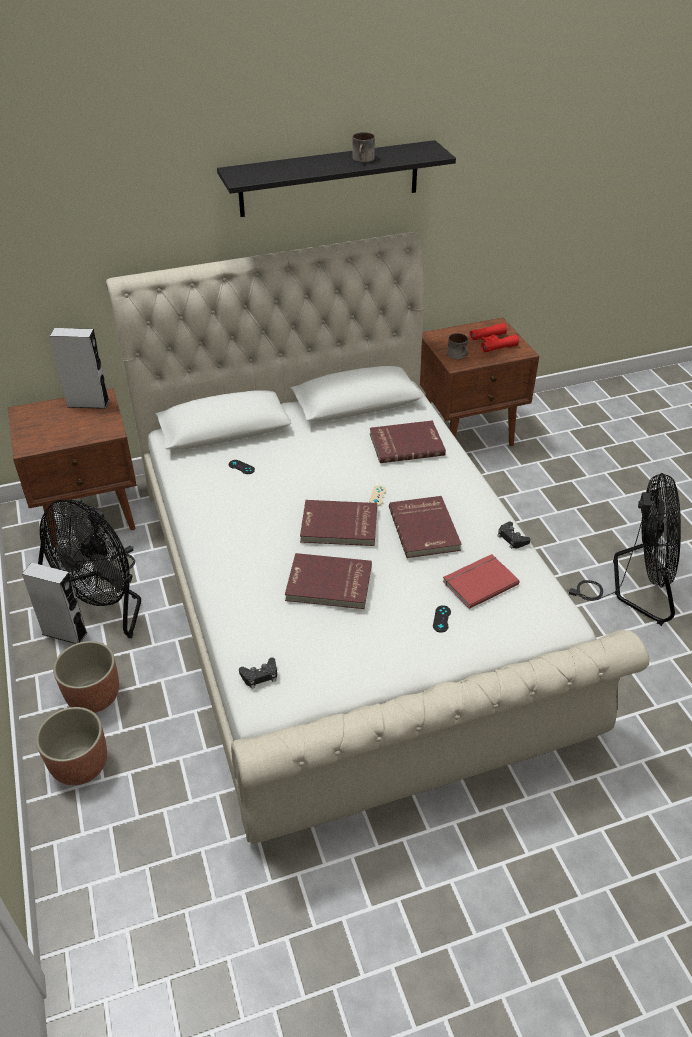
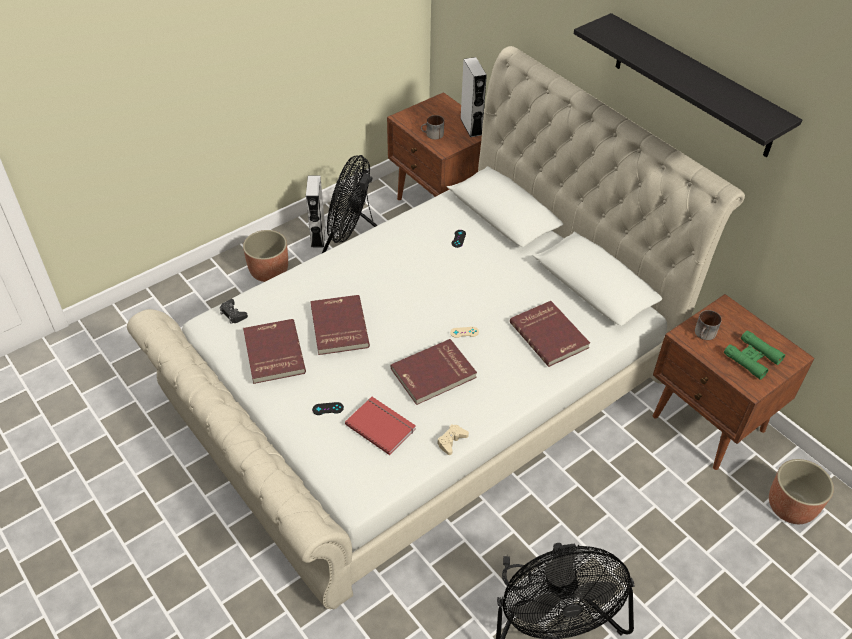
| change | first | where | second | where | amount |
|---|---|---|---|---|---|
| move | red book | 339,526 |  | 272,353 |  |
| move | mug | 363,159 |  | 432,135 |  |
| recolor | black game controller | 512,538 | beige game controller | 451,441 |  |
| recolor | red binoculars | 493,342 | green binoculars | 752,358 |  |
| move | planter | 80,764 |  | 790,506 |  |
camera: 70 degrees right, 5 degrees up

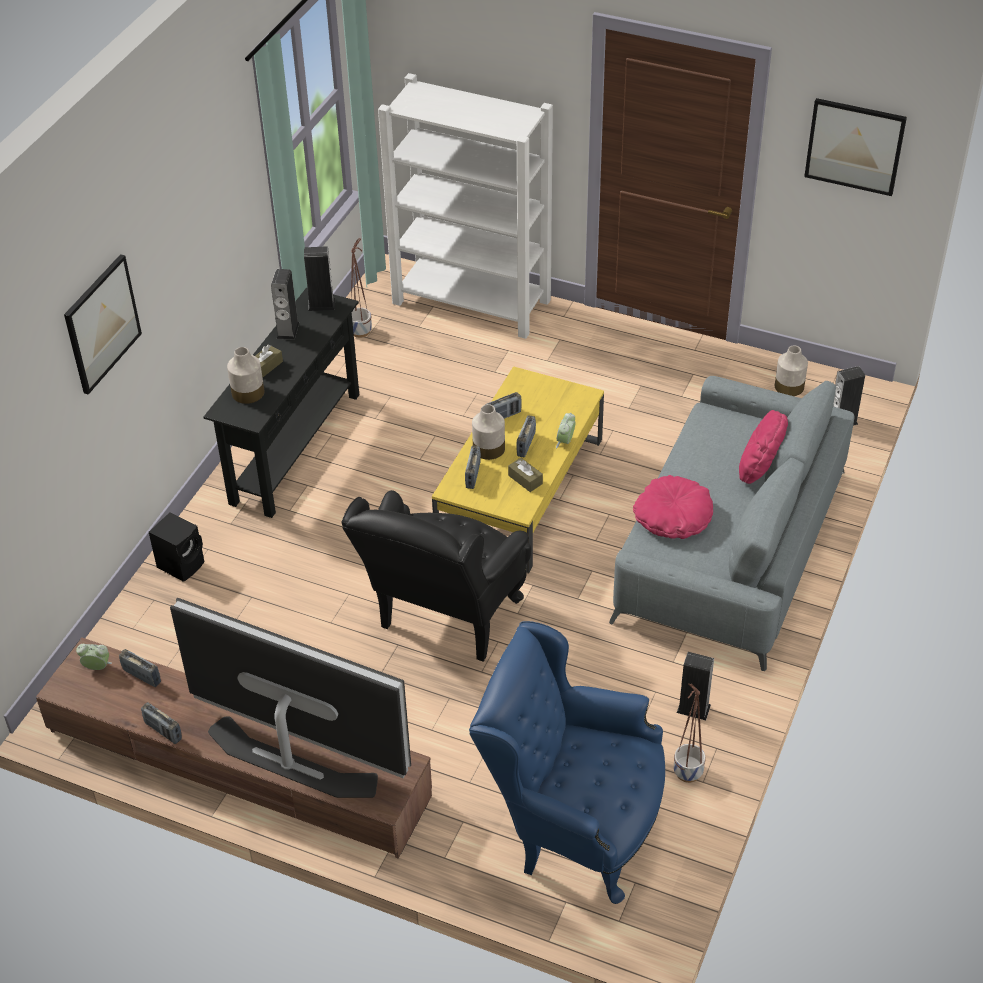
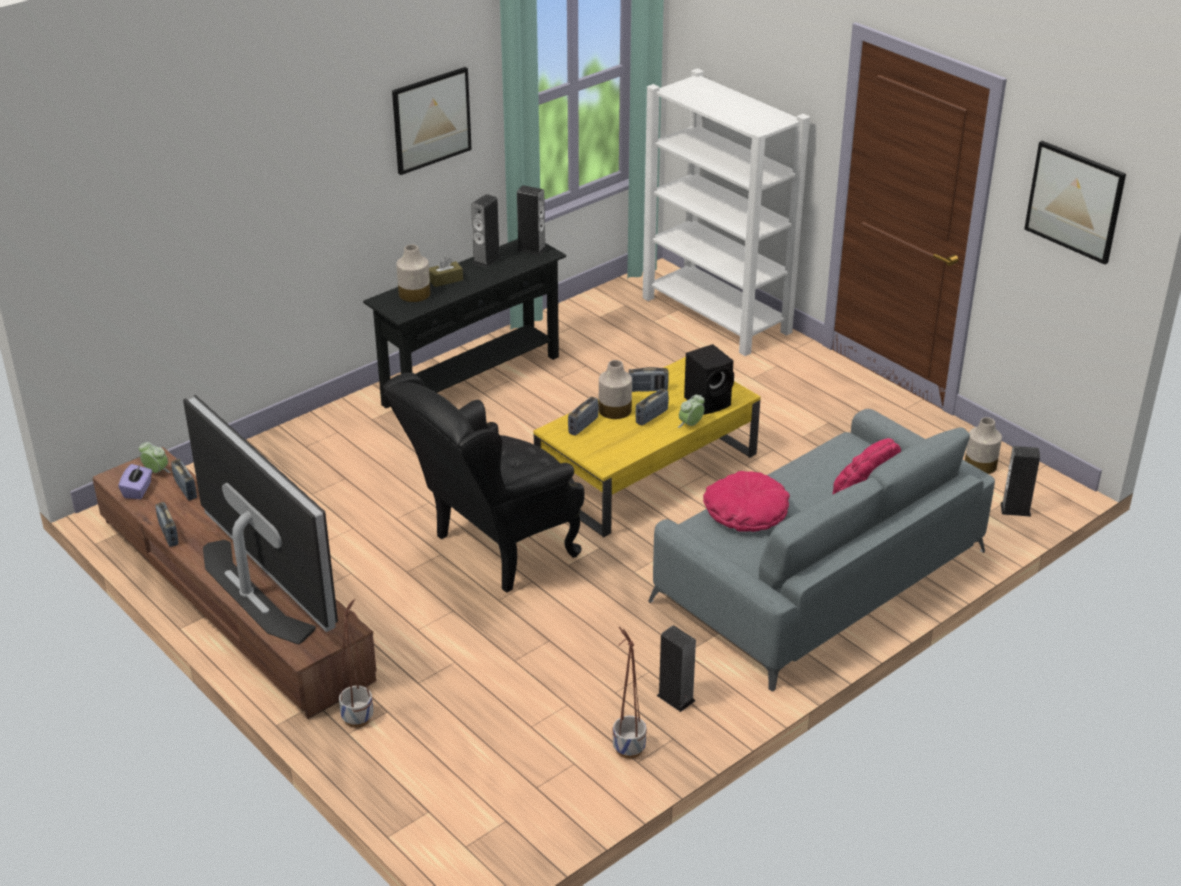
| change | first | where | second | where | amount |
|---|---|---|---|---|---|
| insert |  |  | purple tissue box | 138,490 |  |
| move | planter | 360,331 |  | 358,717 |  |
| move | picture | 102,323 |  | 431,120 |  |
| move | black speaker | 182,564 |  | 709,401 |  |
| delete | blue armchair | 574,831 |  |  |  |
| delete | brown tissue box | 525,479 |  |  |  |
camera: 25 degrees right, 10 degrees down

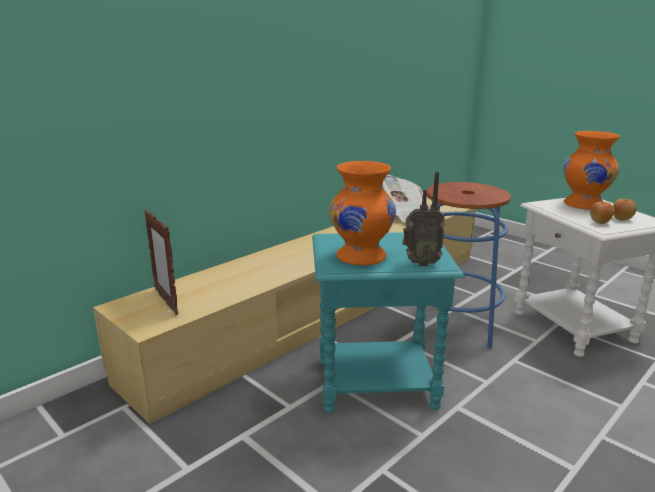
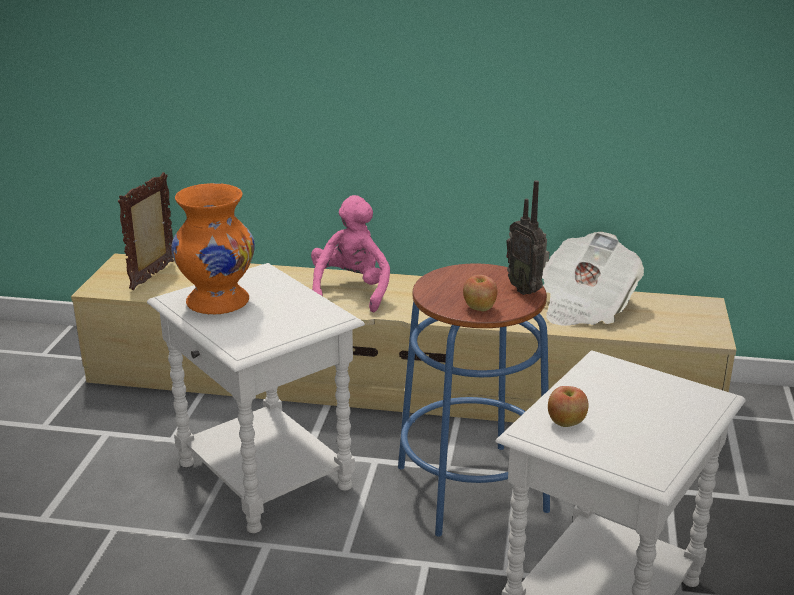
| change | first | where | second | where | amount |
|---|---|---|---|---|---|
| recolor | turquoise side table | 376,381 | white side table | 267,473 |  |
| insert |  |  | pink plush toy | 351,291 |  |
| move | apple | 622,219 |  | 479,308 |  |
| move | radio | 420,263 |  | 526,289 |  |
| delete | orange vase | 584,205 |  |  |  |
camera: 55 degrees right, 5 degrees up

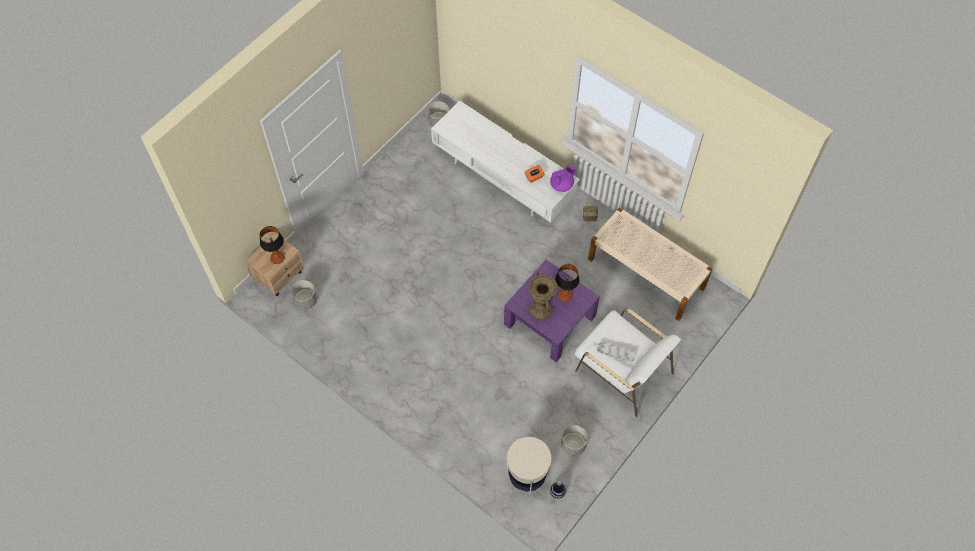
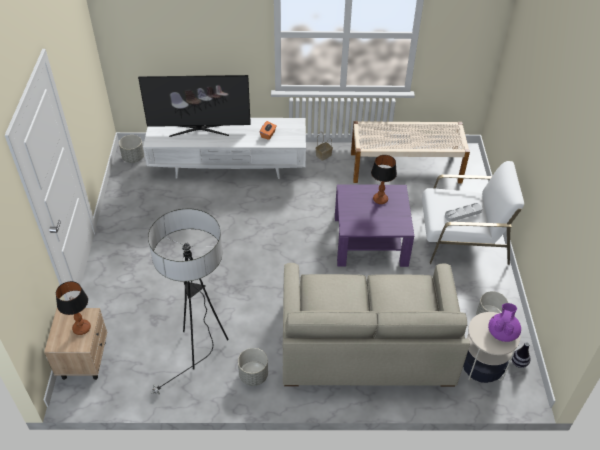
| change | first | where | second | where | amount |
|---|---|---|---|---|---|
| insert |  |  | television | 199,130 |  |
| insert |  |  | floor lamp | 200,351 |  |
| move | grey planter | 305,300 |  | 253,375 |  |
| insert |  |  | beige sofa | 365,344 |  |
| move | purple teapot | 562,185 |  | 502,333 |  |
| delete | brown vase | 540,309 |  |  |  |
camera: 40 degrees left, 15 degrees down

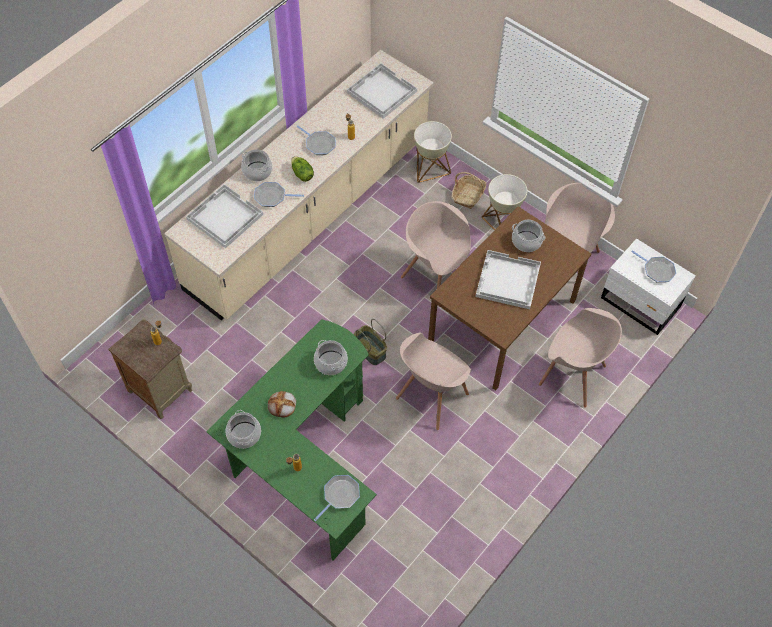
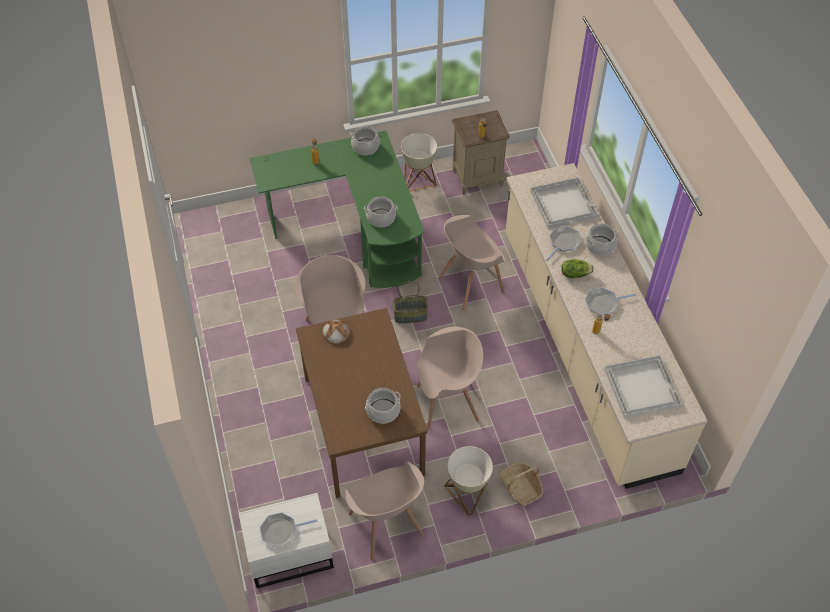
| change | first | where | second | where | amount |
|---|---|---|---|---|---|
| move | bread | 282,405 |  | 336,333 |  |
| move | planter | 430,170 |  | 418,182 |  |
| move | beige chair | 573,376 |  | 471,285 |  |
| delete | frying pan | 340,495 |  |  |  |
| delete | white tray | 507,281 |  |  |  |
camera: 125 degrees right, 5 degrees down

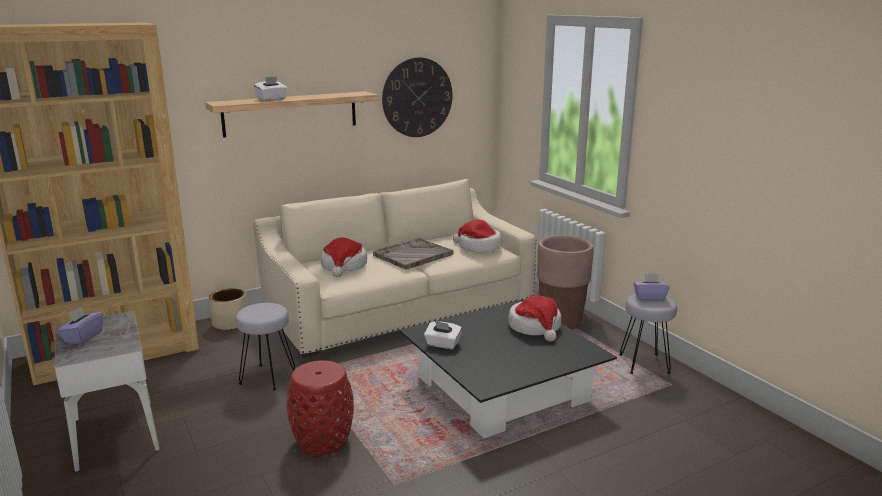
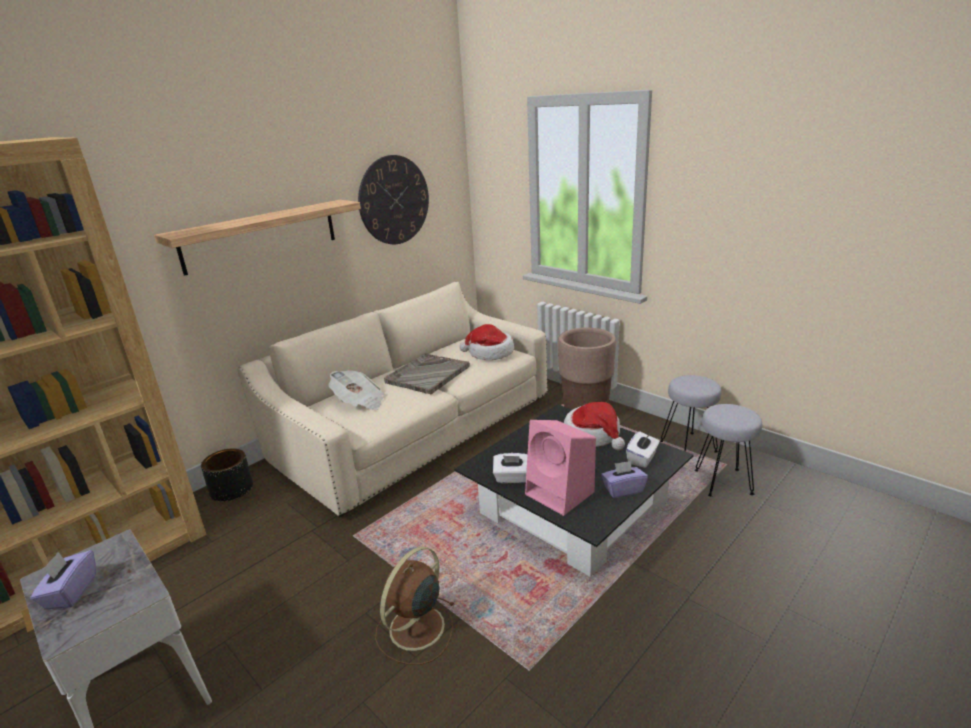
| change | first | where | second | where | amount |
|---|---|---|---|---|---|
| recolor | beige planter | 230,323 | black planter | 232,490 |  |
| replace | hat | 344,266 | newspaper | 359,402 |  |
| replace | red stool | 322,441 | brown fan | 415,629 |  |
| insert |  |  | pink speaker | 561,494 |  |
| move | purple tissue box | 649,297 |  | 623,490 |  |
| move | white tissue box | 272,99 |  | 642,459 |  |
| move | grey stool | 268,377 |  | 723,482 |  |
camera: 15 degrees left, 5 degrees up

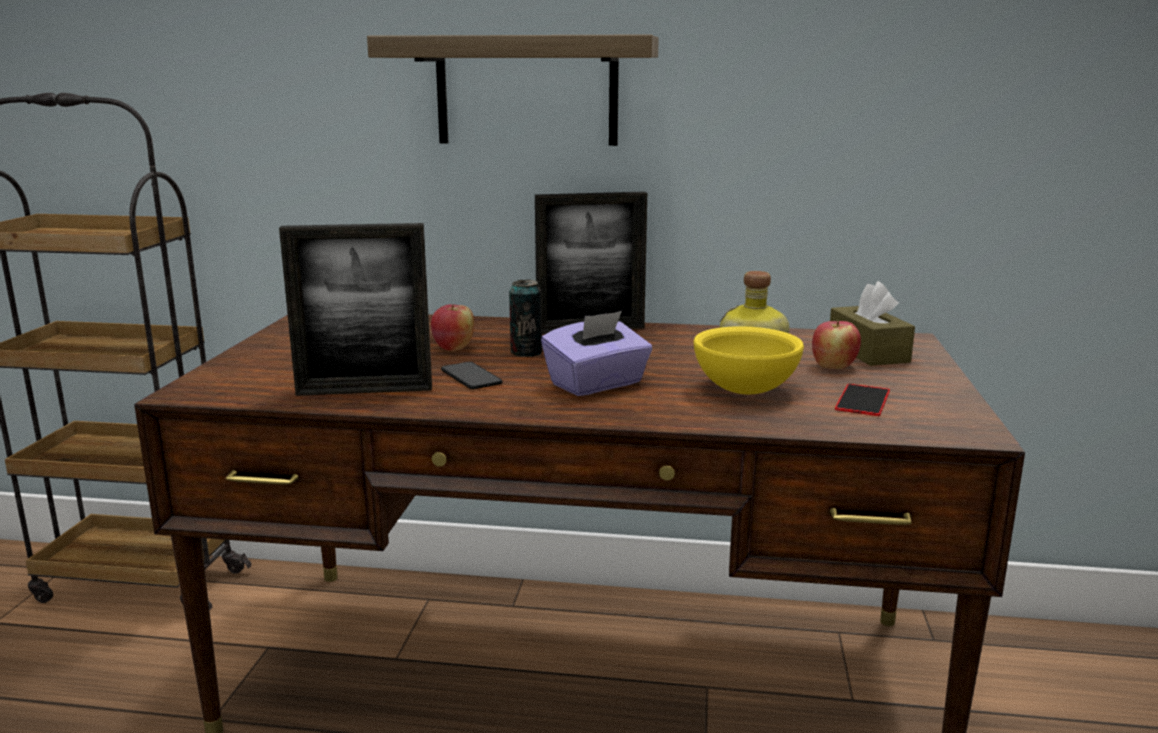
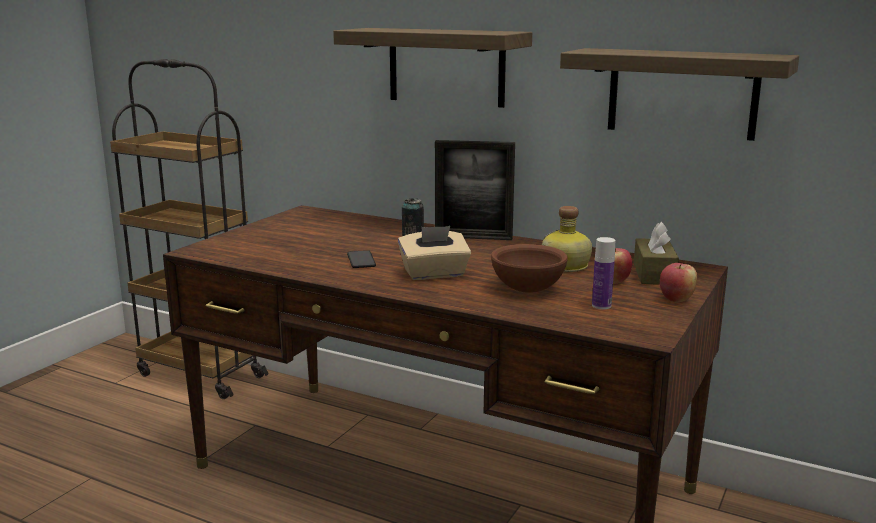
| change | first | where | second | where | amount |
|---|---|---|---|---|---|
| recolor | purple tissue box | 597,384 | beige tissue box | 434,274 |  |
| recolor | yellow bowl | 743,390 | brown bowl | 526,289 |  |
| insert |  |  | shelf | 682,93 |  |
| replace | phone | 862,400 | bottle | 601,306 |  |
| move | apple | 453,348 |  | 676,299 |  |
| delete | picture frame | 364,390 |  |  |  |
camera: 20 degrees right, 0 degrees up

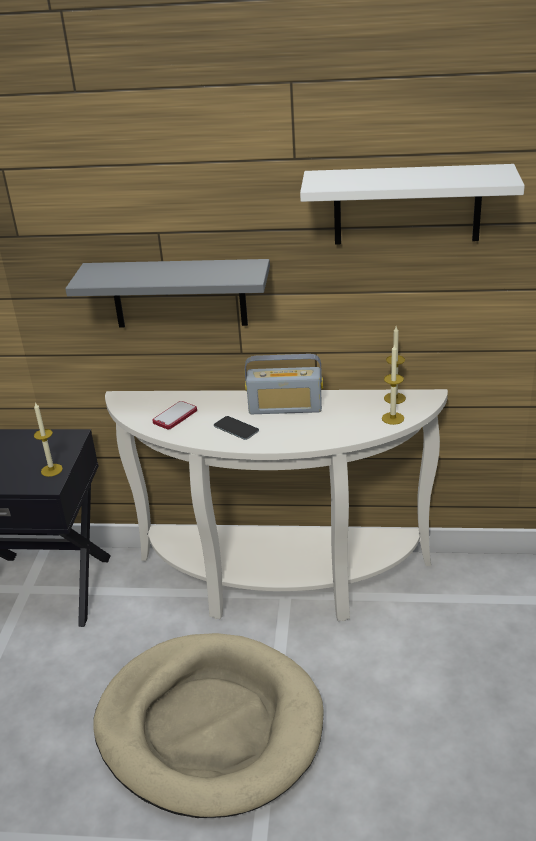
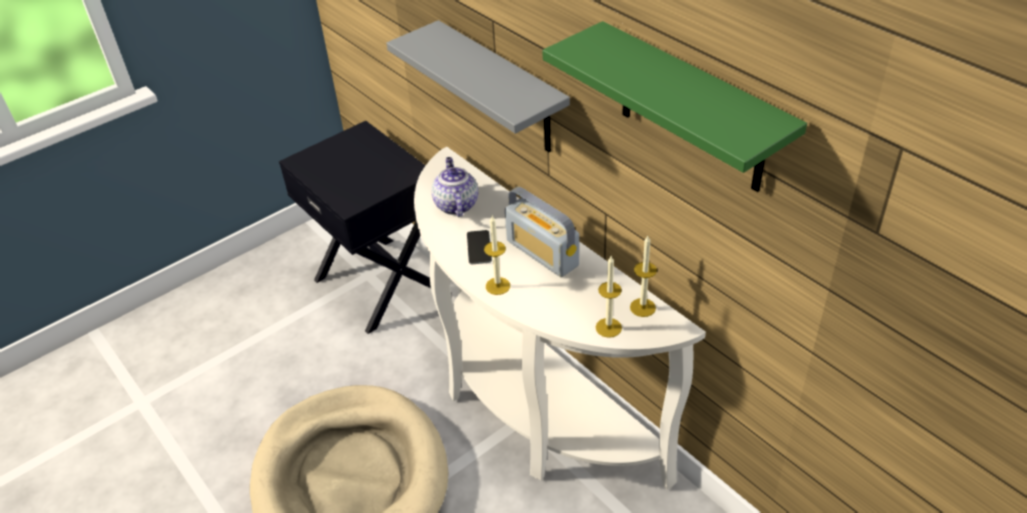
| change | first | where | second | where | amount |
|---|---|---|---|---|---|
| replace | phone | 175,416 | teapot | 455,204 |  |
| move | candle | 51,470 |  | 498,286 |  |
| recolor | white shelf | 406,205 | green shelf | 692,110 |  |
camera: 45 degrees right, 10 degrees up

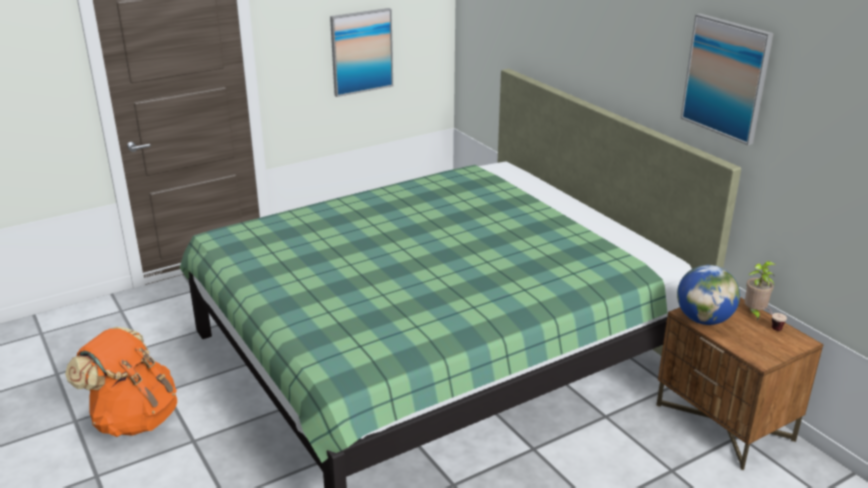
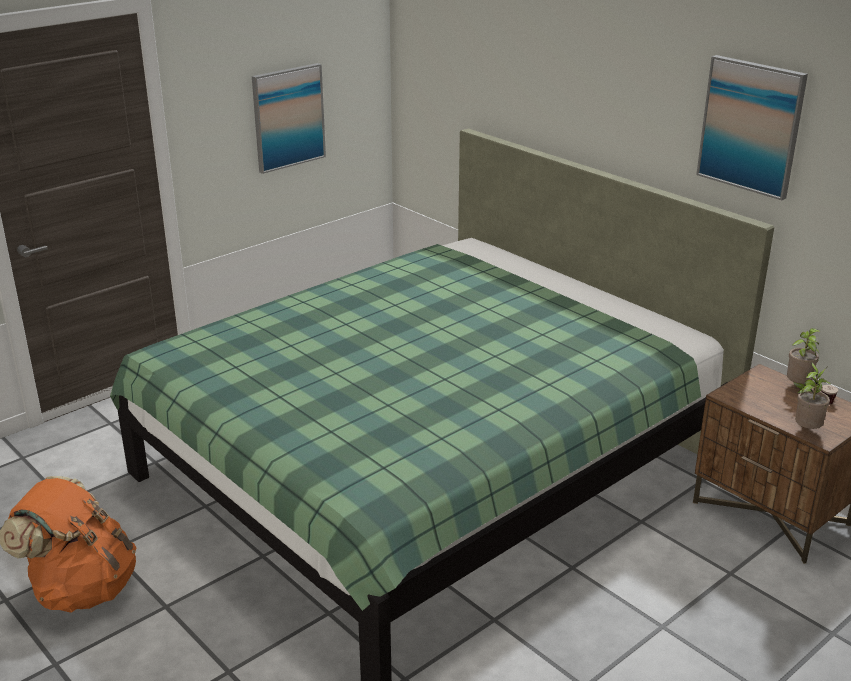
| change | first | where | second | where | amount |
|---|---|---|---|---|---|
| insert |  |  | potted plant | 806,430 |  |
| delete | globe | 703,319 |  |  |  |
camera: 10 degrees left, 0 degrees up

